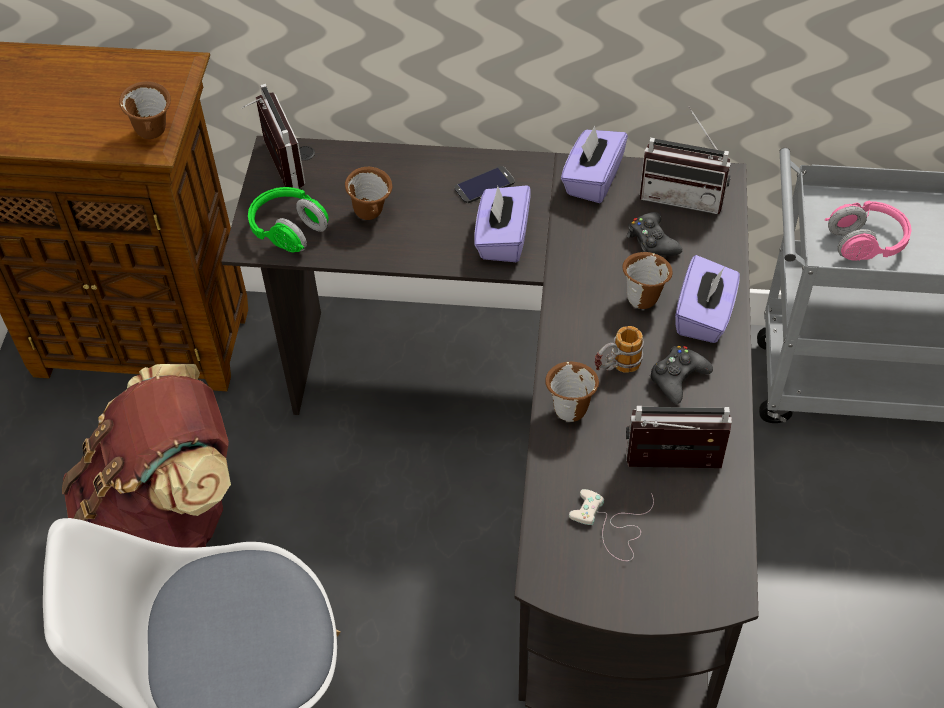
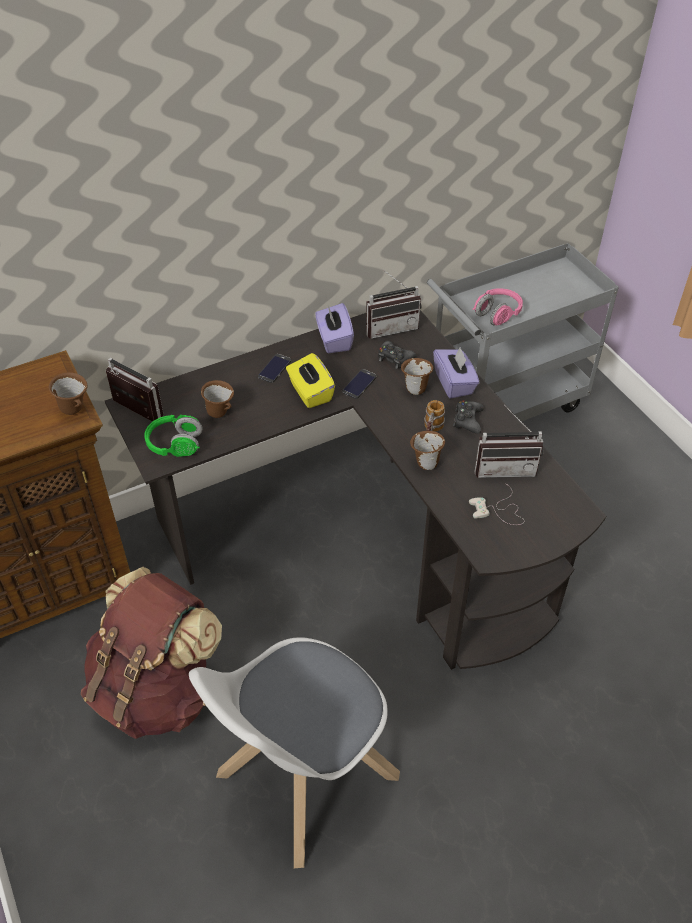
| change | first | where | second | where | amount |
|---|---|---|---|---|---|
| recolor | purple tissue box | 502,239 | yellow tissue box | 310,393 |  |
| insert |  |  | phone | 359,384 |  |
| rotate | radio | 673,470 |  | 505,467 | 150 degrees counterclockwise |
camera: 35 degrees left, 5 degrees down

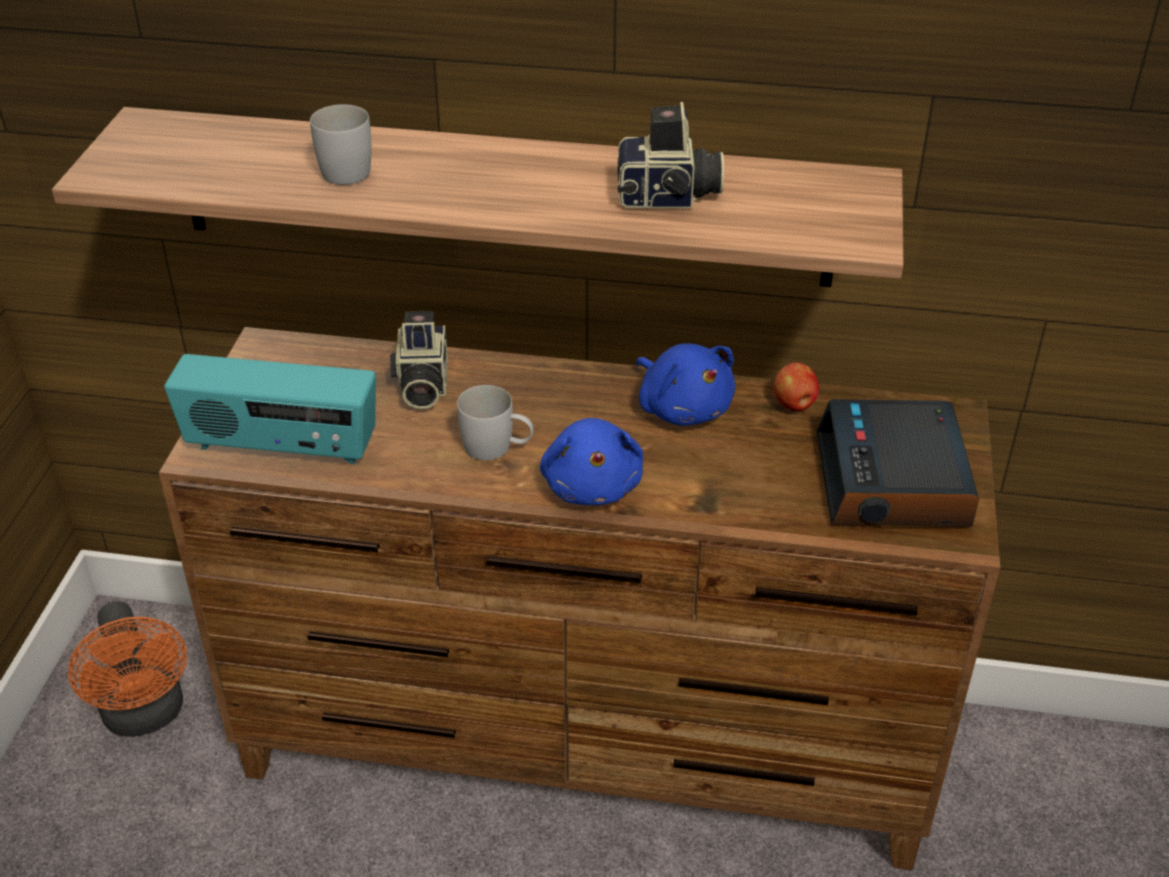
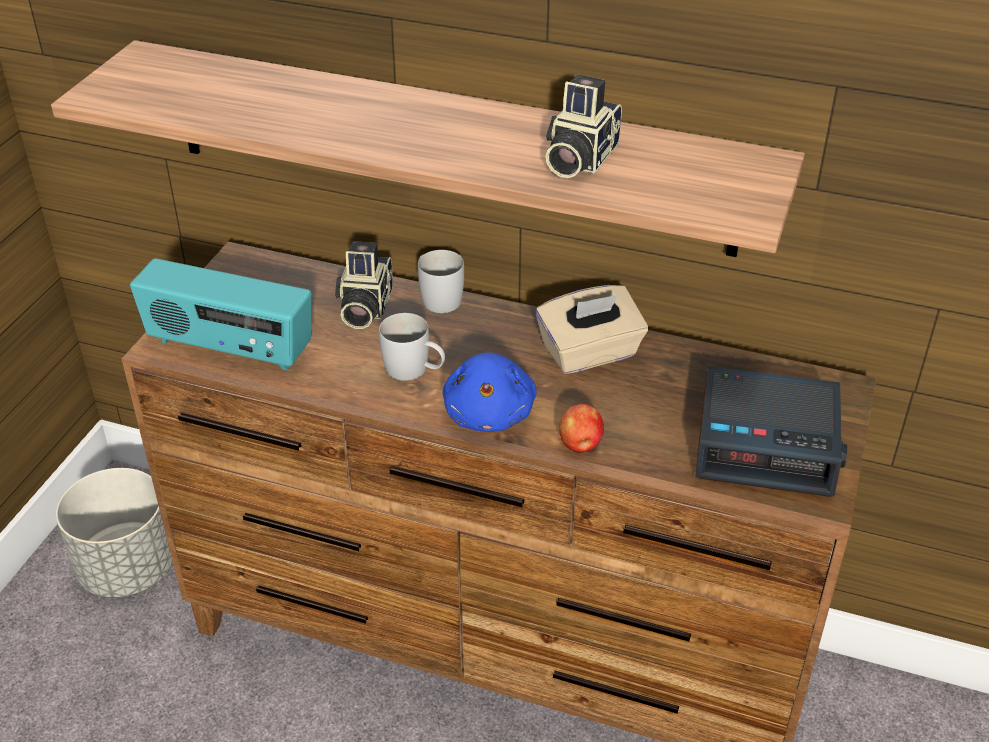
| change | first | where | second | where | amount |
|---|---|---|---|---|---|
| replace | orange fan | 146,716 | grey planter | 128,568 |  |
| move | white mug | 339,169 |  | 437,297 |  |
| replace | blue plush toy | 683,407 | beige tissue box | 590,353 |  |
| rotate | photo camera | 668,197 |  | 578,159 | 105 degrees clockwise |
| move | apple | 794,405 |  | 580,445 |  |
| rotate | alarm clock | 894,482 |  | 767,443 | 90 degrees counterclockwise |
camera: 10 degrees right, 0 degrees up

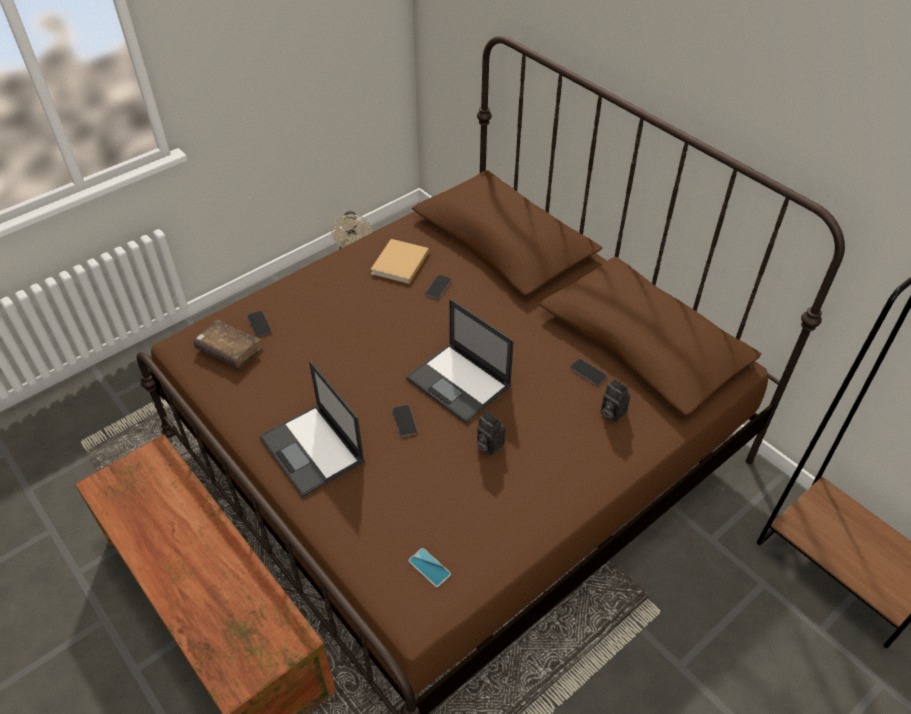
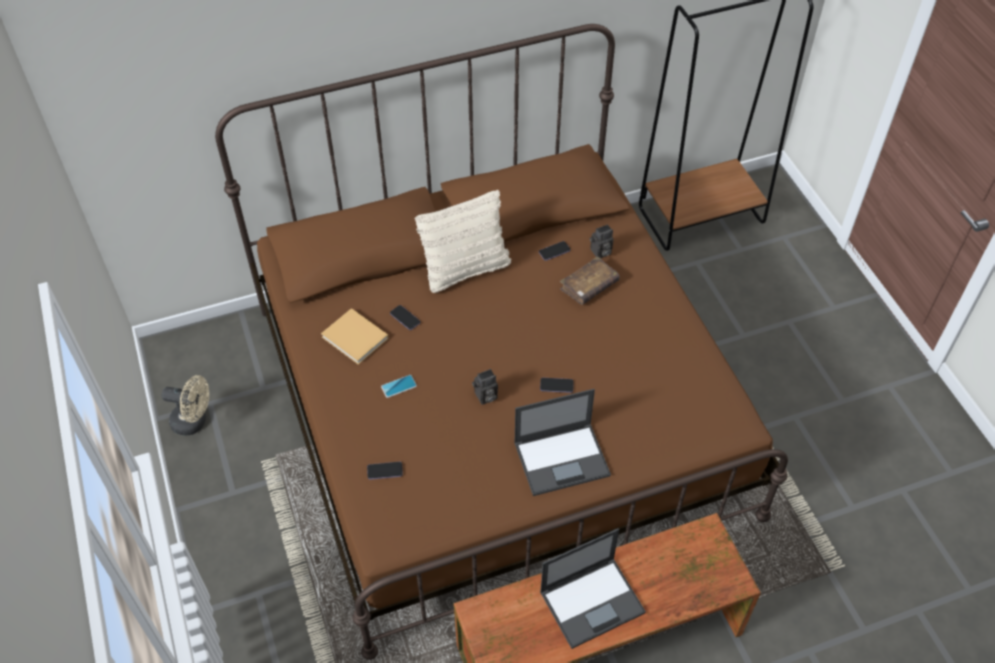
| change | first | where | second | where | amount |
|---|---|---|---|---|---|
| move | phone | 429,567 |  | 399,386 |  |
| insert |  |  | beige pillow | 465,270 |  |
| move | photo camera | 488,445 |  | 485,397 |  |
| move | laptop | 459,383 |  | 593,601 |  |
| move | brown book | 229,350 |  | 589,286 |  |
camera: 70 degrees left, 5 degrees up

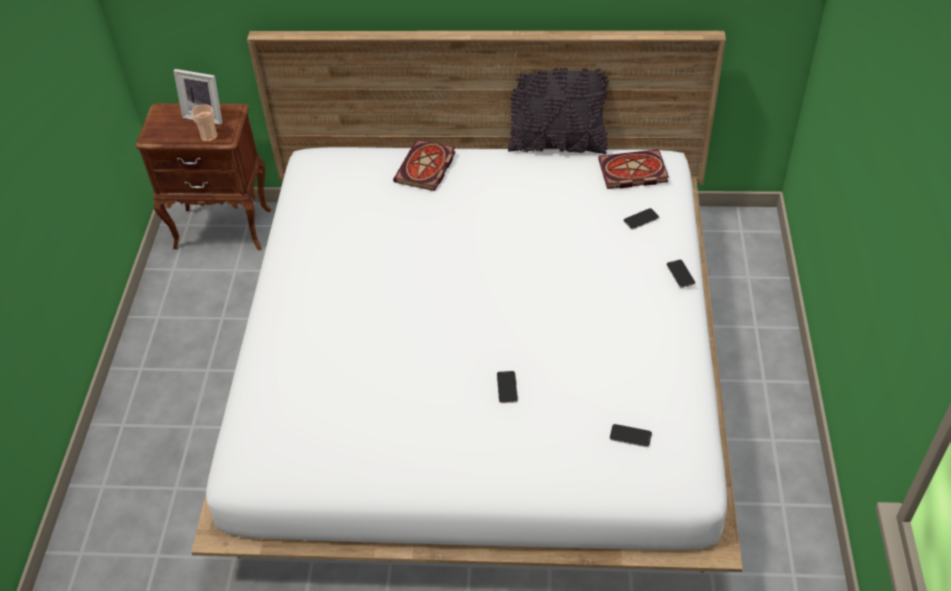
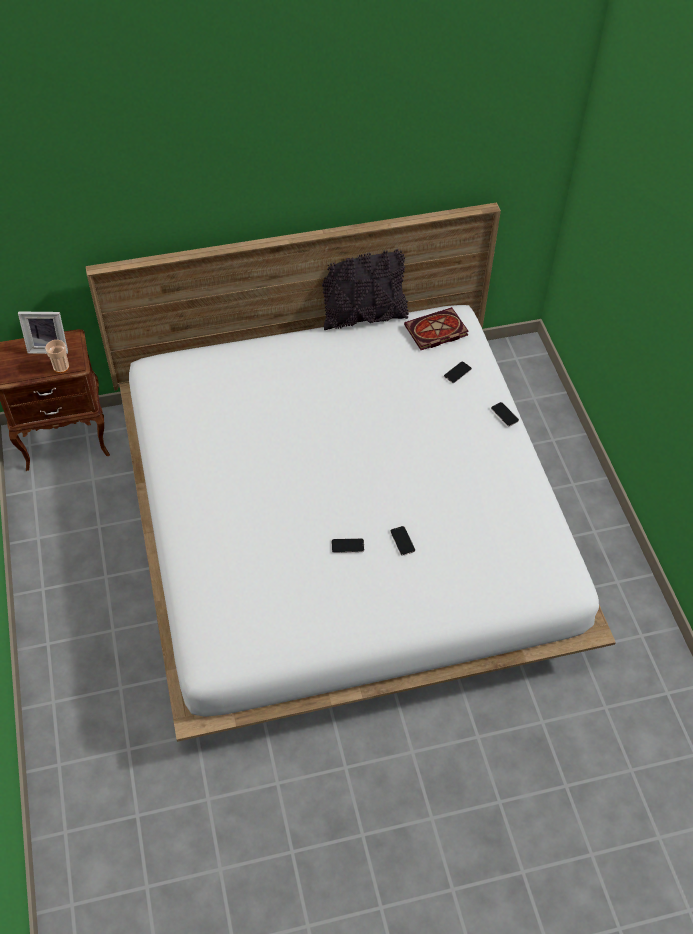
| change | first | where | second | where | amount |
|---|---|---|---|---|---|
| move | phone | 630,436 |  | 347,546 |  |
| delete | book | 426,169 |  |  |  |
camera: 20 degrees left, 5 degrees up

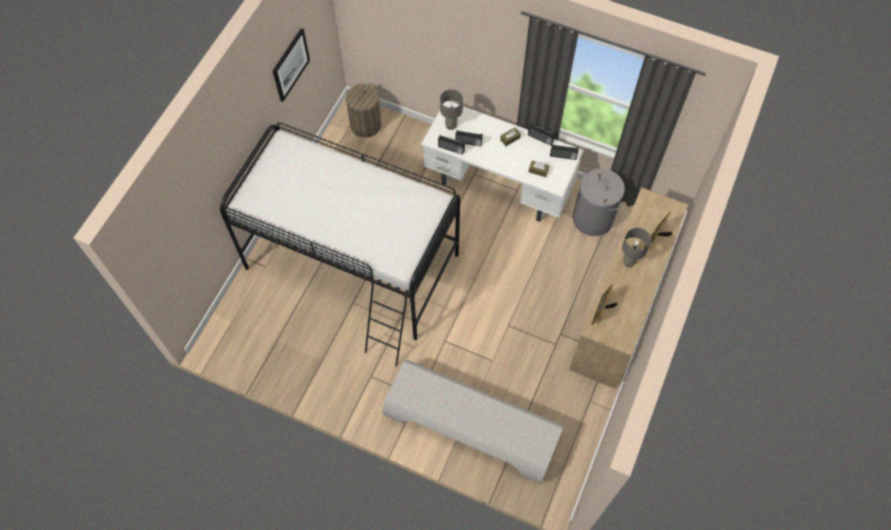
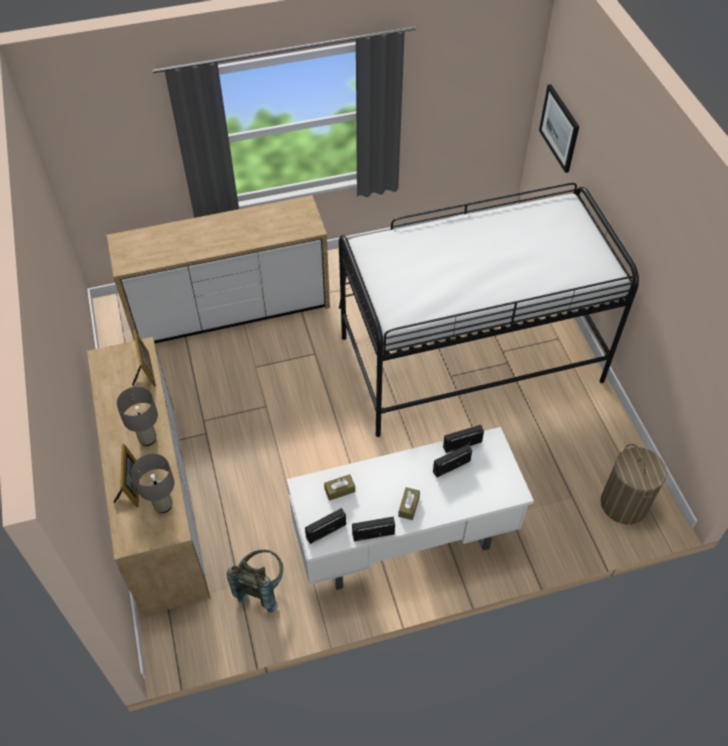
| change | first | where | second | where | amount |
|---|---|---|---|---|---|
| replace | grey bench | 471,426 | dresser | 230,308 |  |
| move | grey table lamp | 451,125 |  | 163,504 |  |
| replace | grey laundry basket | 593,218 | grey backpack | 261,586 |  |
| move | picture | 290,64 |  | 559,128 |  |
camera: 140 degrees right, 10 degrees down

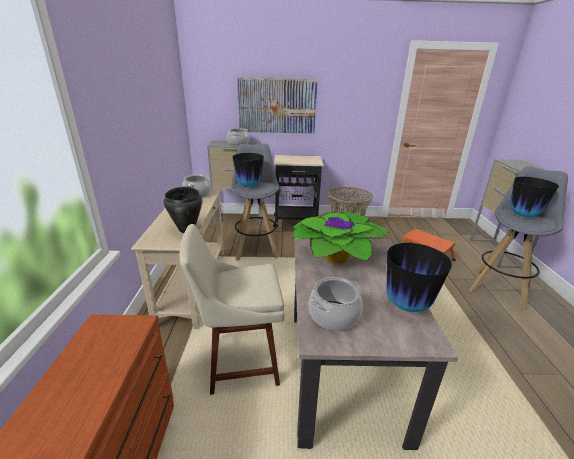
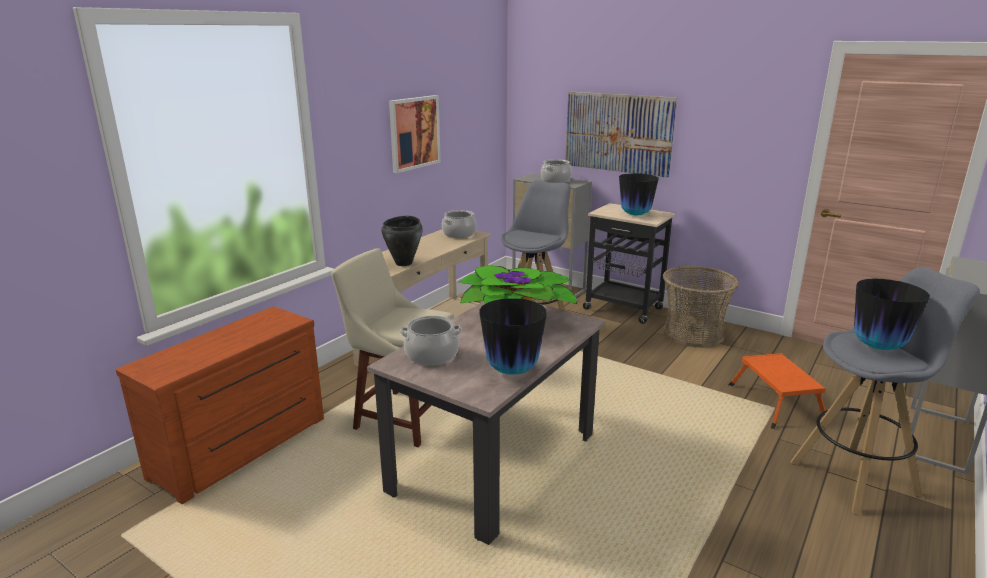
| change | first | where | second | where | amount |
|---|---|---|---|---|---|
| insert |  |  | picture | 414,133 |  |
| move | vase | 249,186 |  | 635,215 |  |
camera: 35 degrees right, 5 degrees down

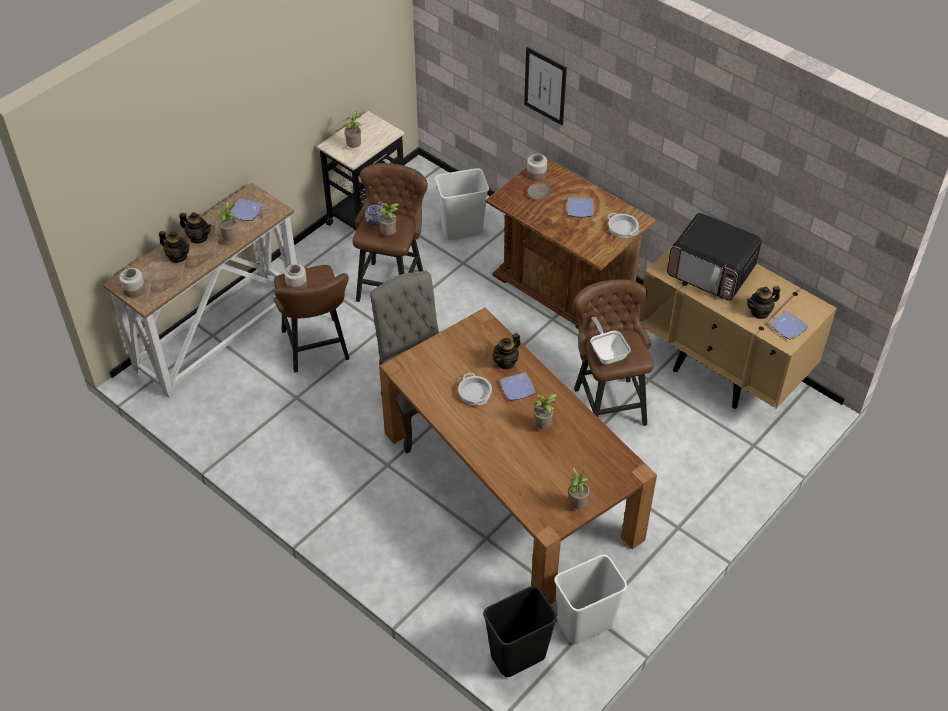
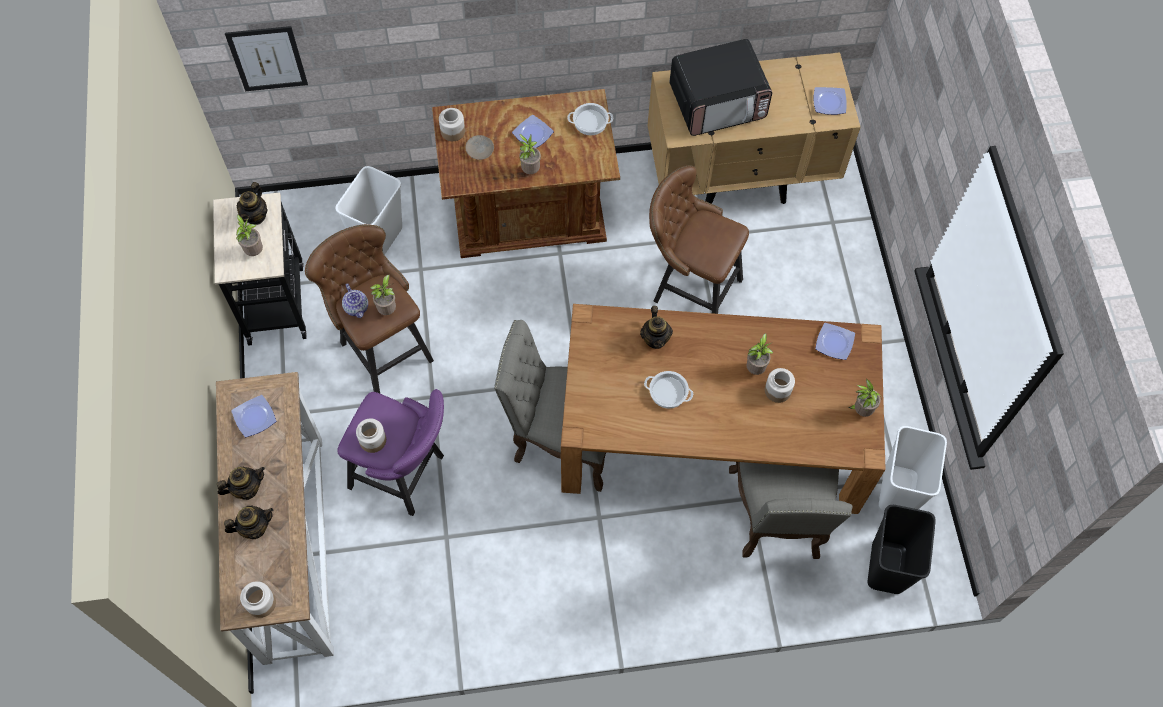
| change | first | where | second | where | amount |
|---|---|---|---|---|---|
| move | picture | 545,86 |  | 267,58 |  |
| move | teapot | 760,312 |  | 255,216 |  |
| recolor | brown stool | 317,351 | purple stool | 406,476 |  |
| move | potted plant | 231,239 |  | 530,170 |  |
| insert |  |  | grey chair | 778,516 |  |
| insert |  |  | jar | 778,390 |  |
| move | plate | 517,389 |  | 835,343 |  |
| delete | frying pan | 607,353 |  |  |  |
camera: 50 degrees left, 15 degrees up

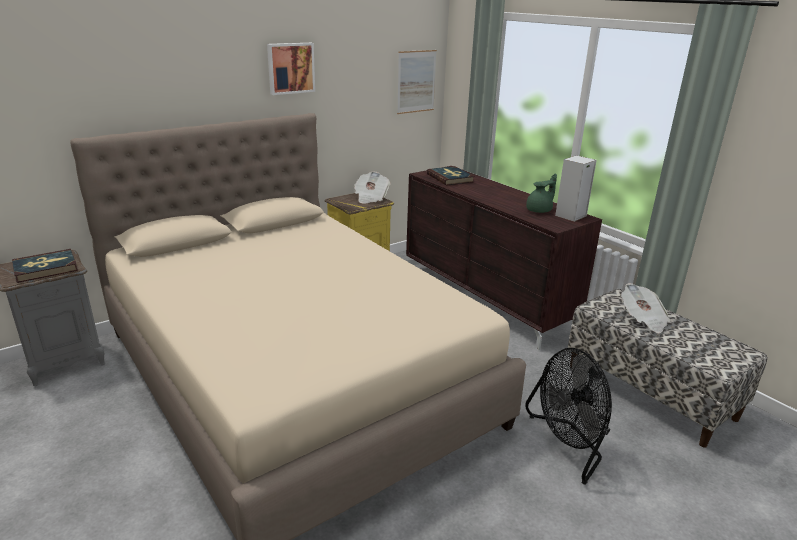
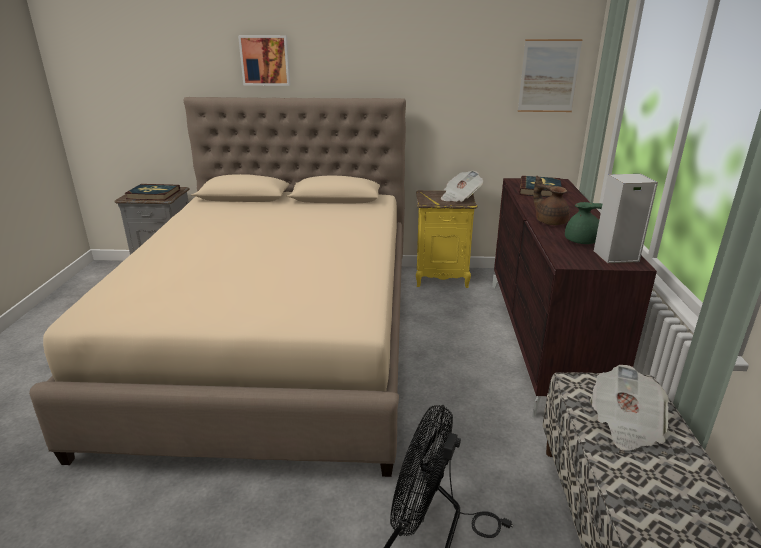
| change | first | where | second | where | amount |
|---|---|---|---|---|---|
| move | picture | 290,68 |  | 265,60 |  |
| insert |  |  | brown teapot | 550,221 |  |
camera: 40 degrees right, 0 degrees up

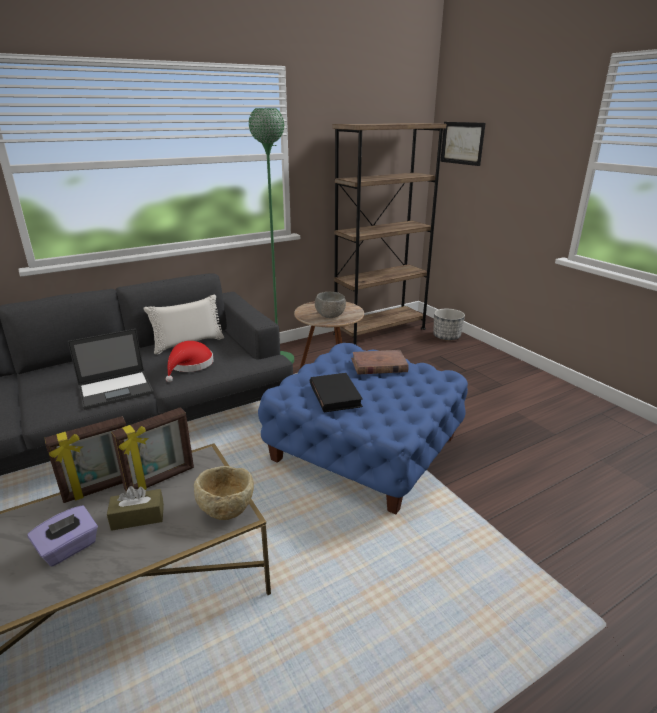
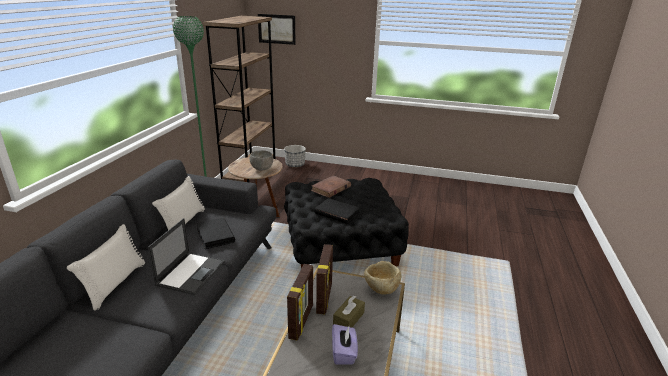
| change | first | where | second | where | amount |
|---|---|---|---|---|---|
| insert |  |  | white pillow | 115,284 |  |
| replace | red hat | 190,365 | black book | 215,235 |  |
| recolor | blue ottoman | 364,448 | black ottoman | 341,244 |  |
camera: 45 degrees left, 0 degrees up

